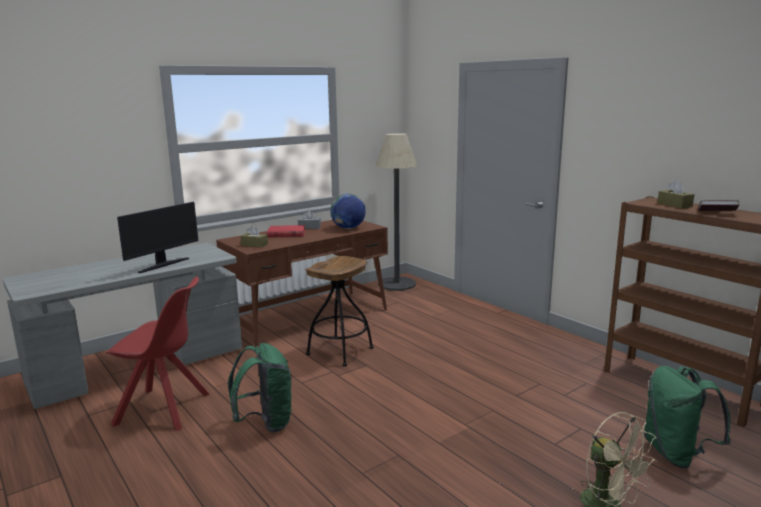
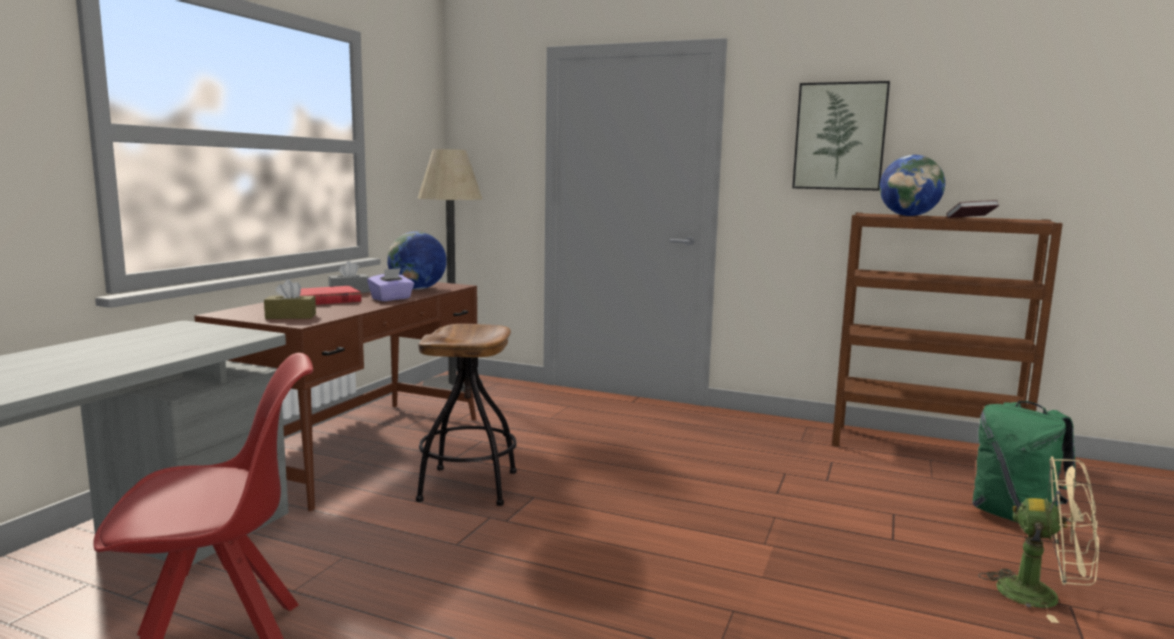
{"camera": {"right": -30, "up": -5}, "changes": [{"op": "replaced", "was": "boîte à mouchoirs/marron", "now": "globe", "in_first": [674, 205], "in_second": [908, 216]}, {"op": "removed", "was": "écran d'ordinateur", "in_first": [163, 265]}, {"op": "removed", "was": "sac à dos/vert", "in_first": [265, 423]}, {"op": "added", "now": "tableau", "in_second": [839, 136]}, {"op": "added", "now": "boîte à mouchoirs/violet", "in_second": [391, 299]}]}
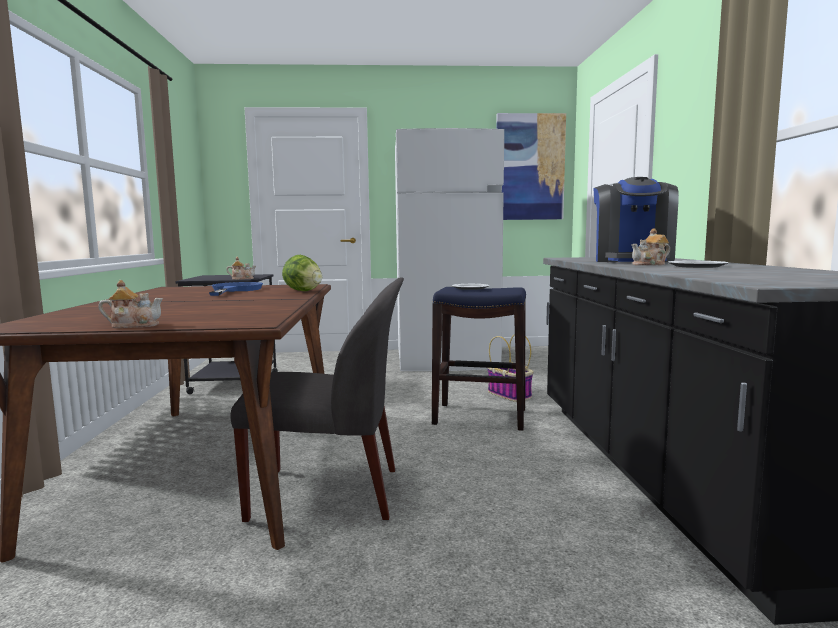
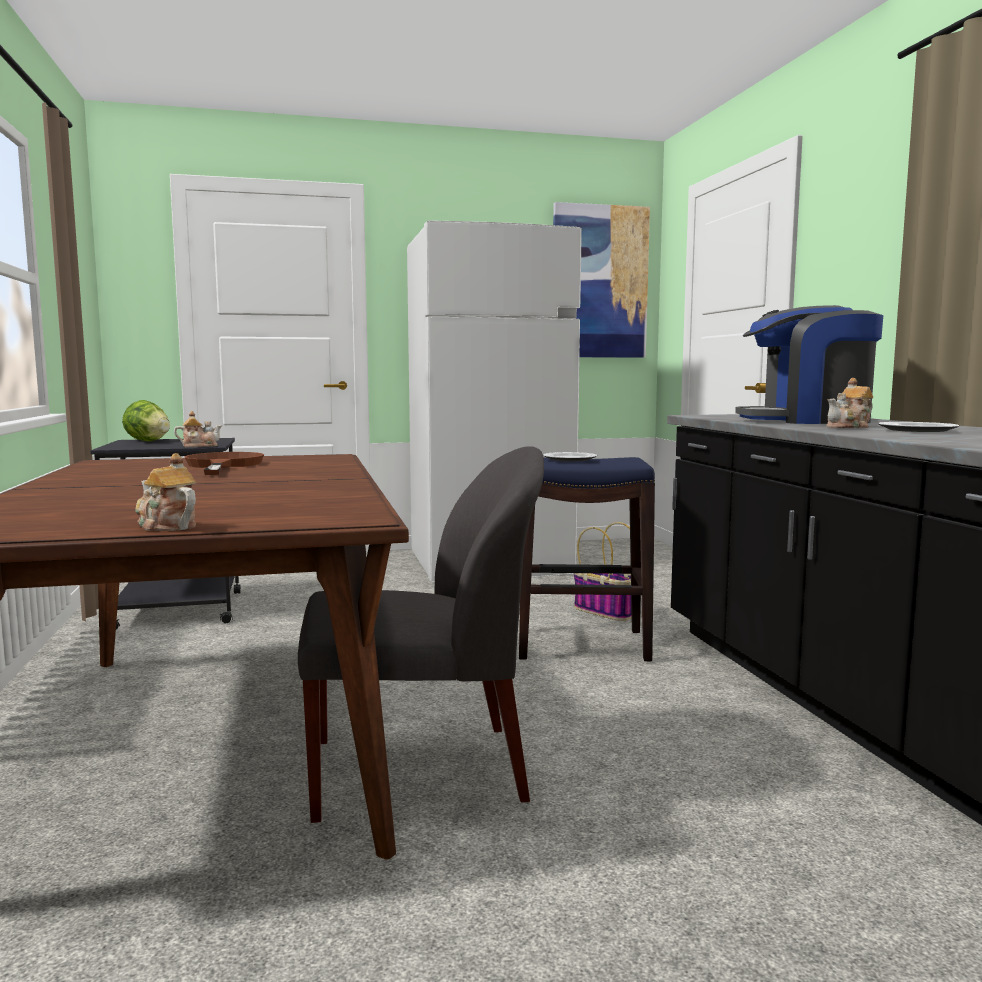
{"camera": {"right": -10, "up": 0}, "changes": [{"op": "turned", "was": "machine à café", "in_first": [632, 260], "in_second": [806, 420], "clockwise": 90}, {"op": "moved", "was": "laitue", "in_first": [303, 291], "in_second": [148, 441]}, {"op": "turned", "was": "théière", "in_first": [134, 325], "in_second": [166, 526], "clockwise": -120}, {"op": "recoloured", "was": "poêle/bleu", "now": "poêle/marron", "in_first": [234, 290], "in_second": [223, 465]}]}
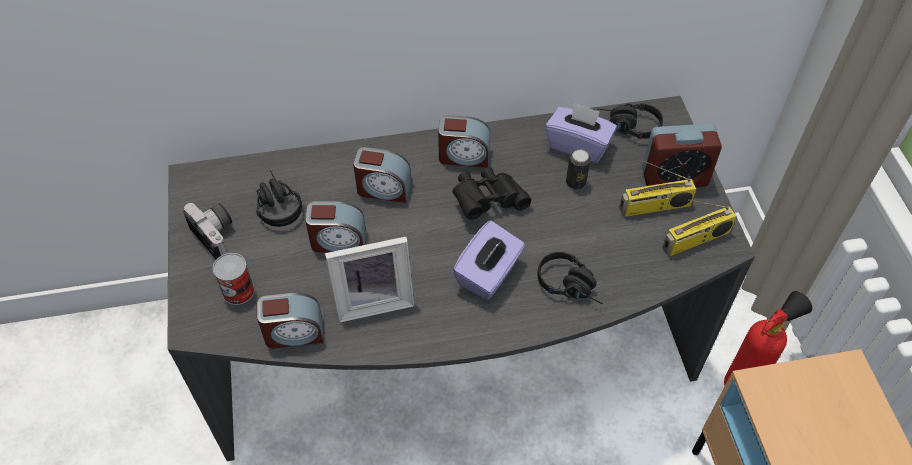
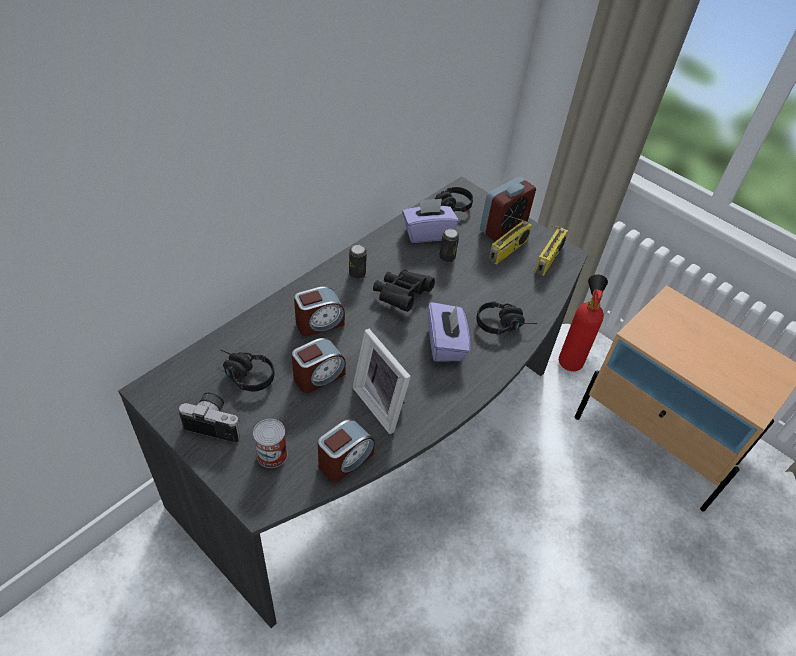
{"camera": {"right": -40, "up": -5}, "changes": [{"op": "replaced", "was": "réveil", "now": "boîte métallique", "in_first": [464, 156], "in_second": [357, 274]}, {"op": "turned", "was": "cadre photo", "in_first": [373, 300], "in_second": [383, 404], "clockwise": 105}]}
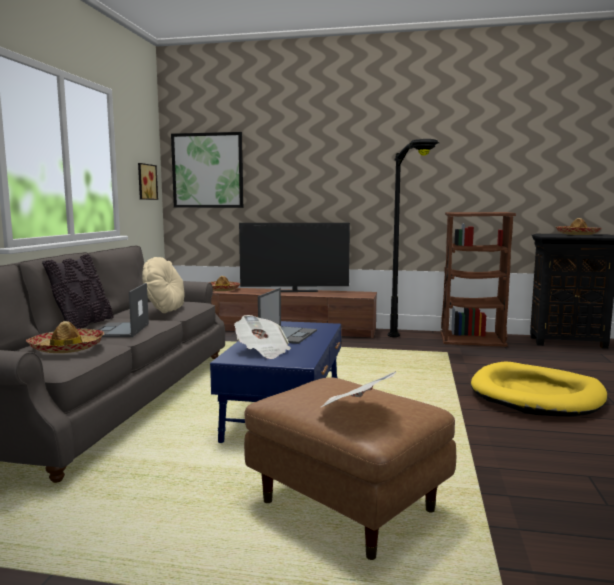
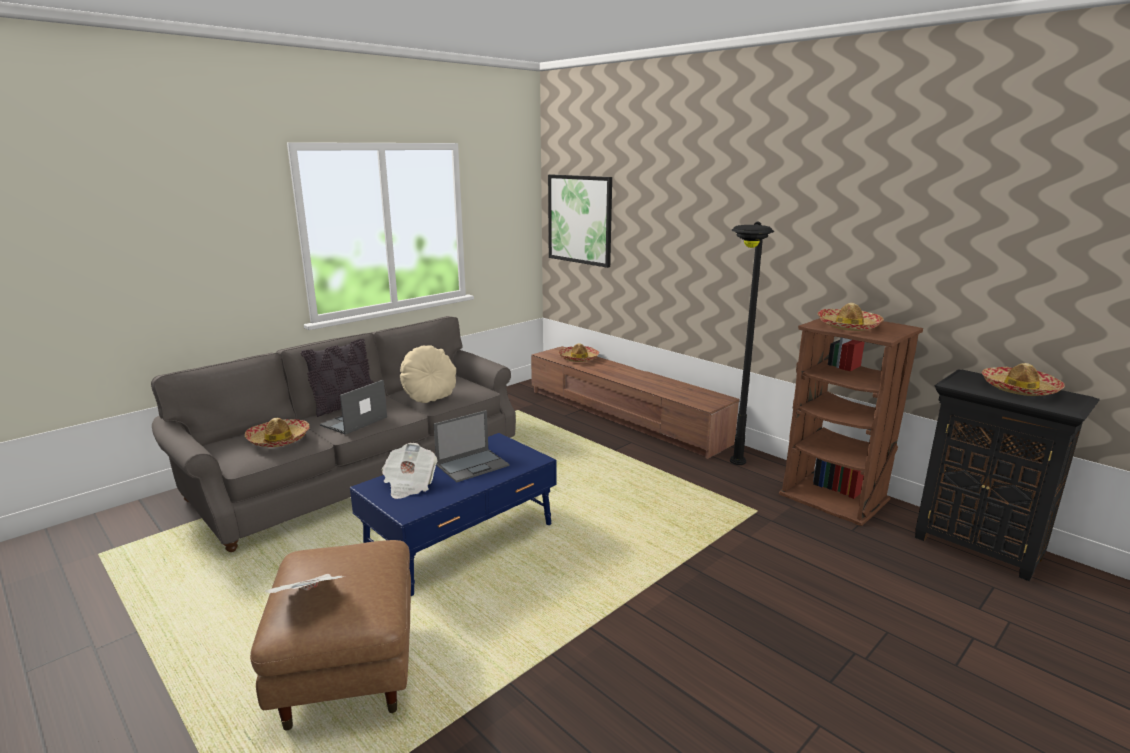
{"camera": {"right": 35, "up": 10}, "changes": [{"op": "removed", "was": "tableau", "in_first": [146, 182]}, {"op": "removed", "was": "téléviseur", "in_first": [294, 291]}, {"op": "removed", "was": "panier pour chien/jaune", "in_first": [536, 395]}, {"op": "added", "now": "chapeau", "in_second": [848, 326]}]}
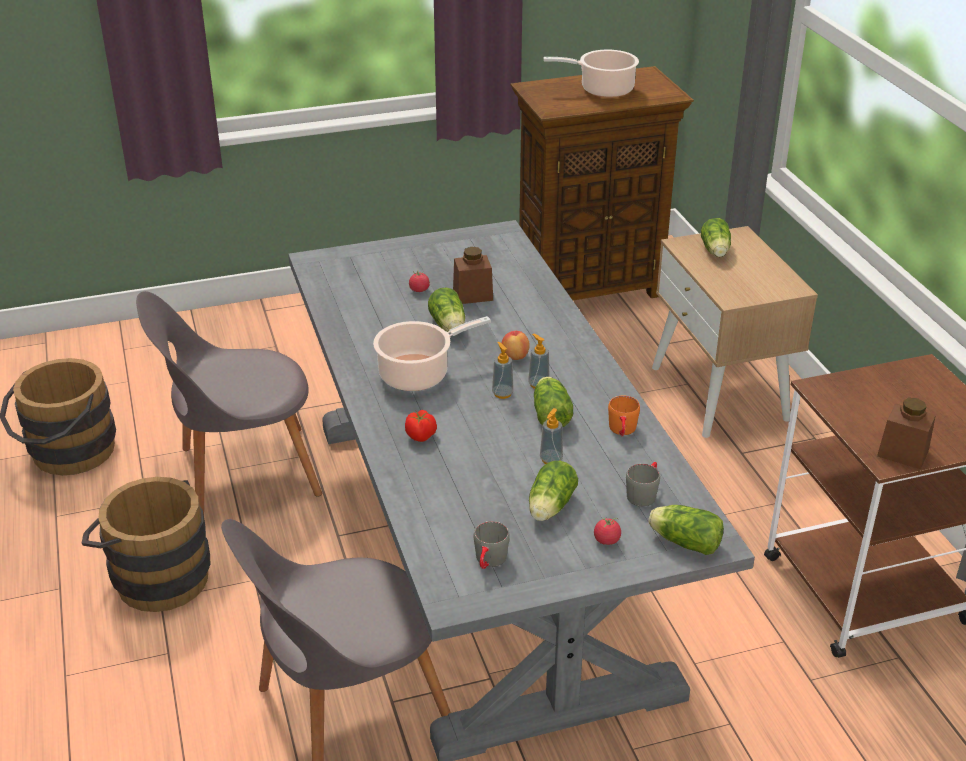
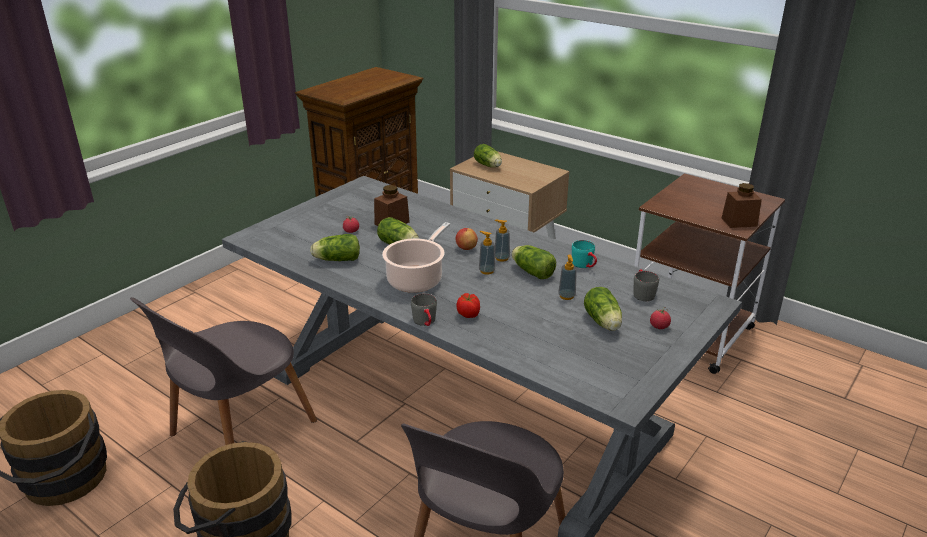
{"camera": {"right": -35, "up": -5}, "changes": [{"op": "removed", "was": "marmite", "in_first": [603, 90]}, {"op": "recoloured", "was": "mug/orange", "now": "mug/turquoise", "in_first": [622, 431], "in_second": [585, 265]}, {"op": "moved", "was": "laitue", "in_first": [683, 541], "in_second": [336, 260]}, {"op": "moved", "was": "mug/gris", "in_first": [489, 562], "in_second": [426, 322]}]}
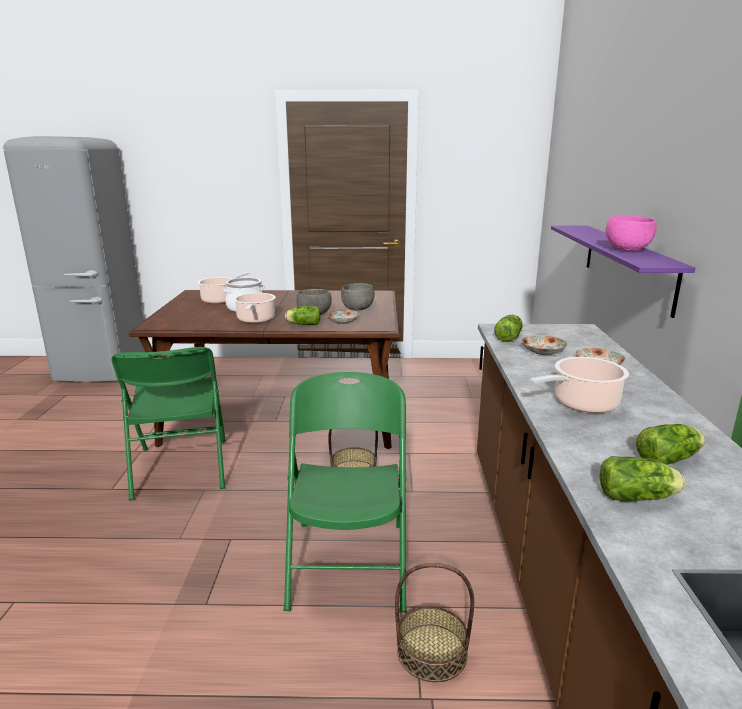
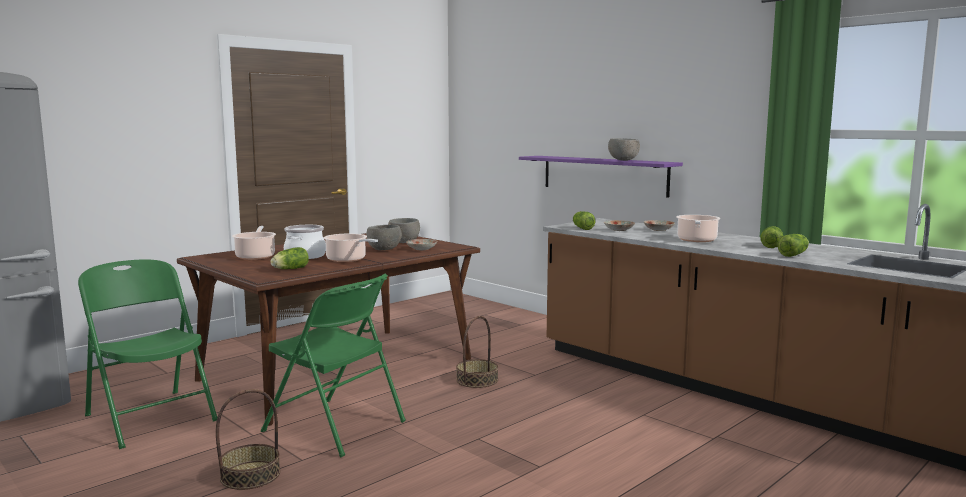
{"camera": {"right": -45, "up": -10}, "changes": [{"op": "recoloured", "was": "bol/rose", "now": "bol/gris", "in_first": [627, 250], "in_second": [623, 160]}, {"op": "moved", "was": "laitue", "in_first": [303, 324], "in_second": [289, 269]}, {"op": "moved", "was": "chaise/vert", "in_first": [349, 564], "in_second": [151, 418]}, {"op": "moved", "was": "panier", "in_first": [432, 651], "in_second": [250, 475]}]}
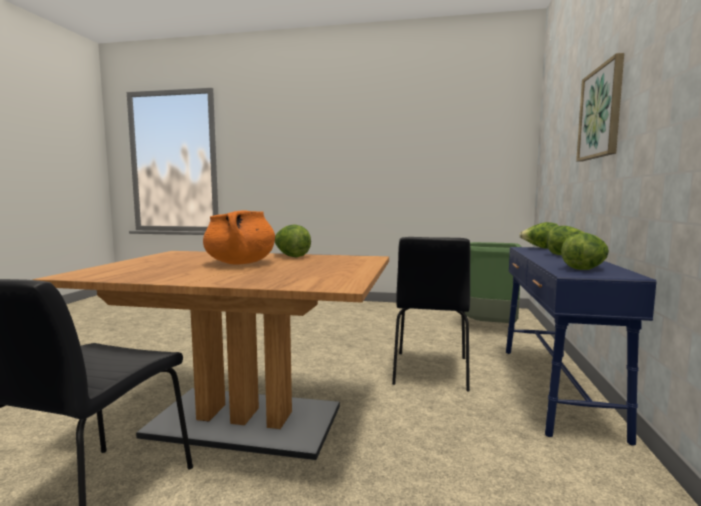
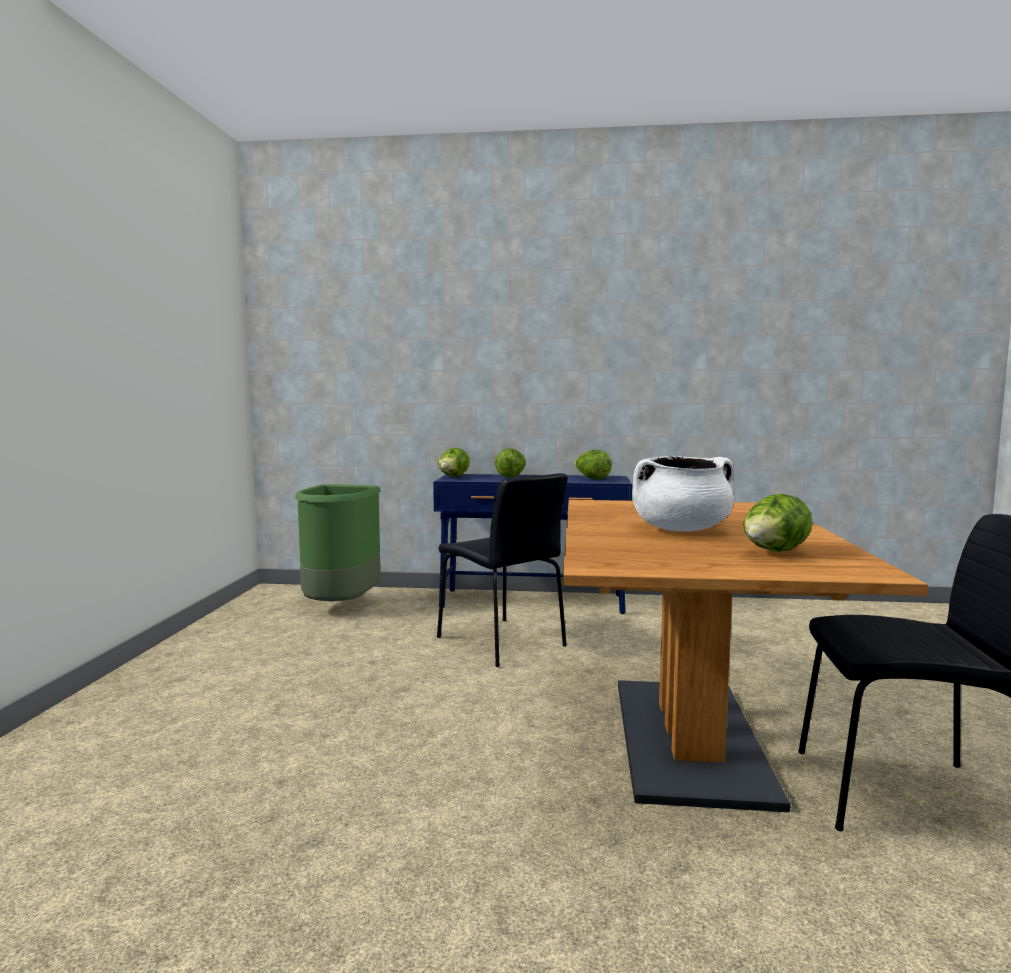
{"camera": {"right": -95, "up": 0}, "changes": [{"op": "removed", "was": "tableau", "in_first": [601, 113]}, {"op": "recoloured", "was": "marmite/orange", "now": "marmite/blanc", "in_first": [240, 263], "in_second": [681, 529]}, {"op": "moved", "was": "laitue", "in_first": [291, 256], "in_second": [774, 553]}, {"op": "turned", "was": "chaise/noir", "in_first": [431, 372], "in_second": [504, 643], "clockwise": 45}]}
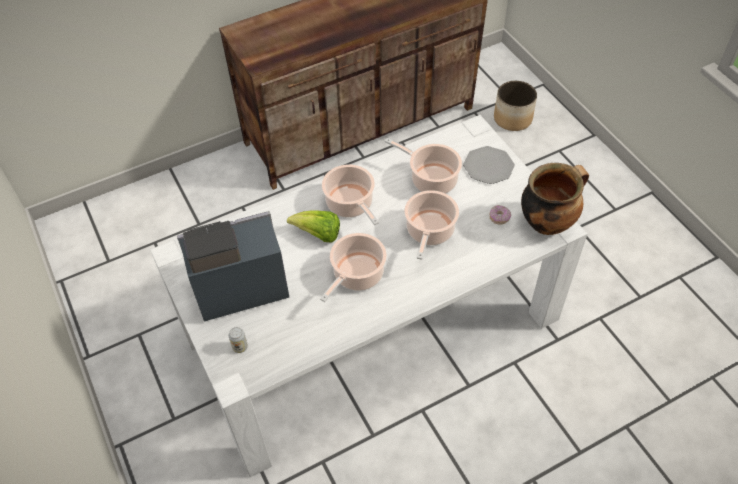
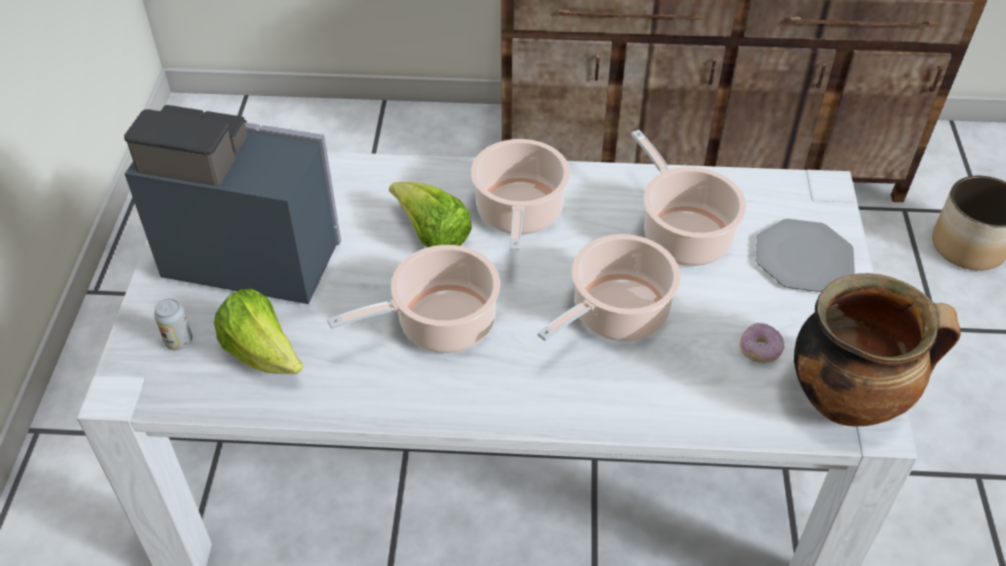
{"camera": {"right": 30, "up": -5}, "changes": [{"op": "added", "now": "laitue", "in_second": [263, 353]}]}
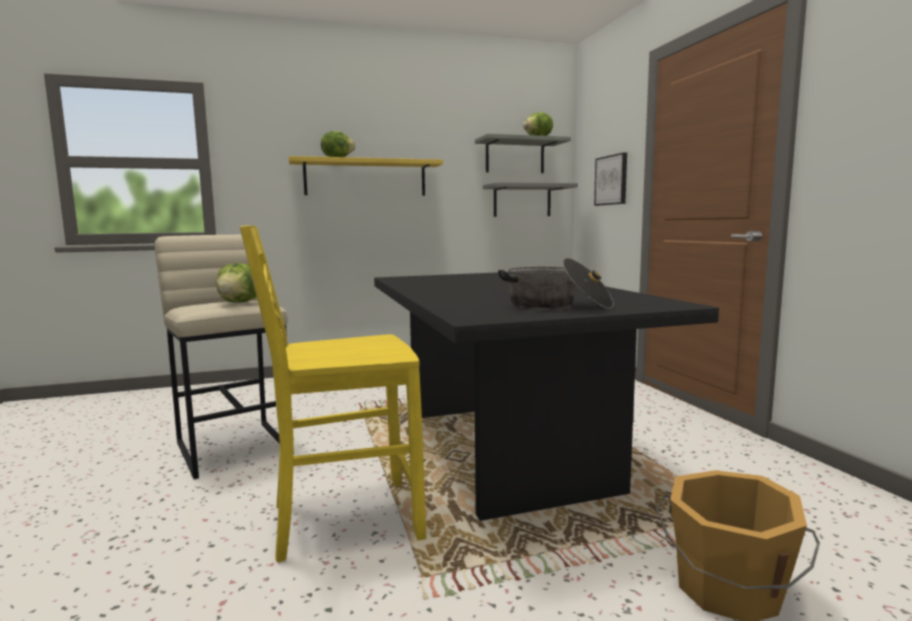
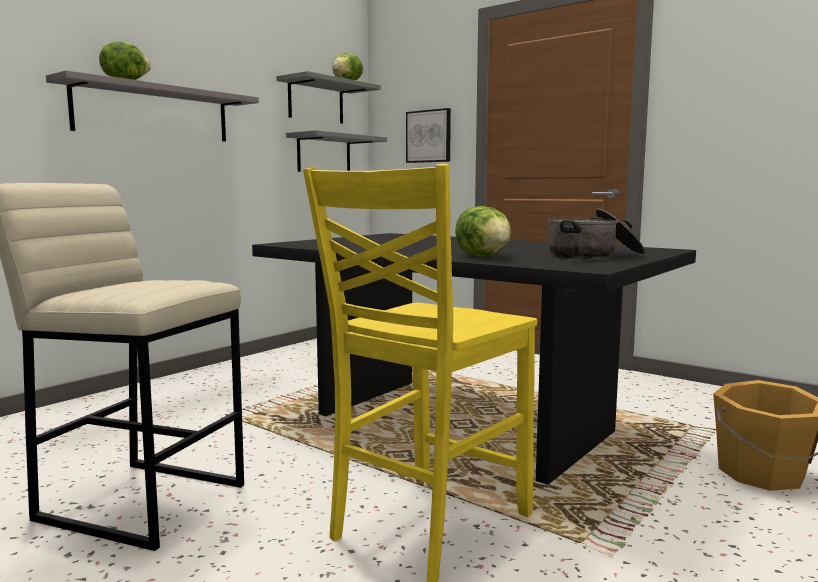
{"camera": {"right": -35, "up": 0}, "changes": [{"op": "recoloured", "was": "étagère/jaune", "now": "étagère/gris", "in_first": [365, 178], "in_second": [154, 113]}, {"op": "moved", "was": "laitue", "in_first": [240, 302], "in_second": [484, 256]}]}
